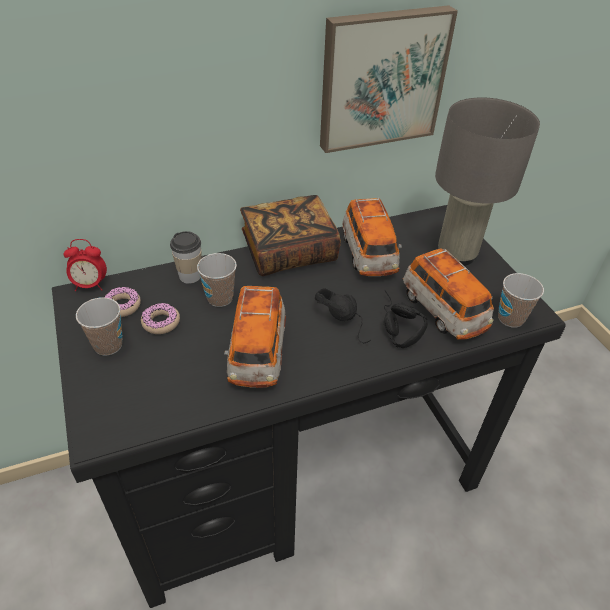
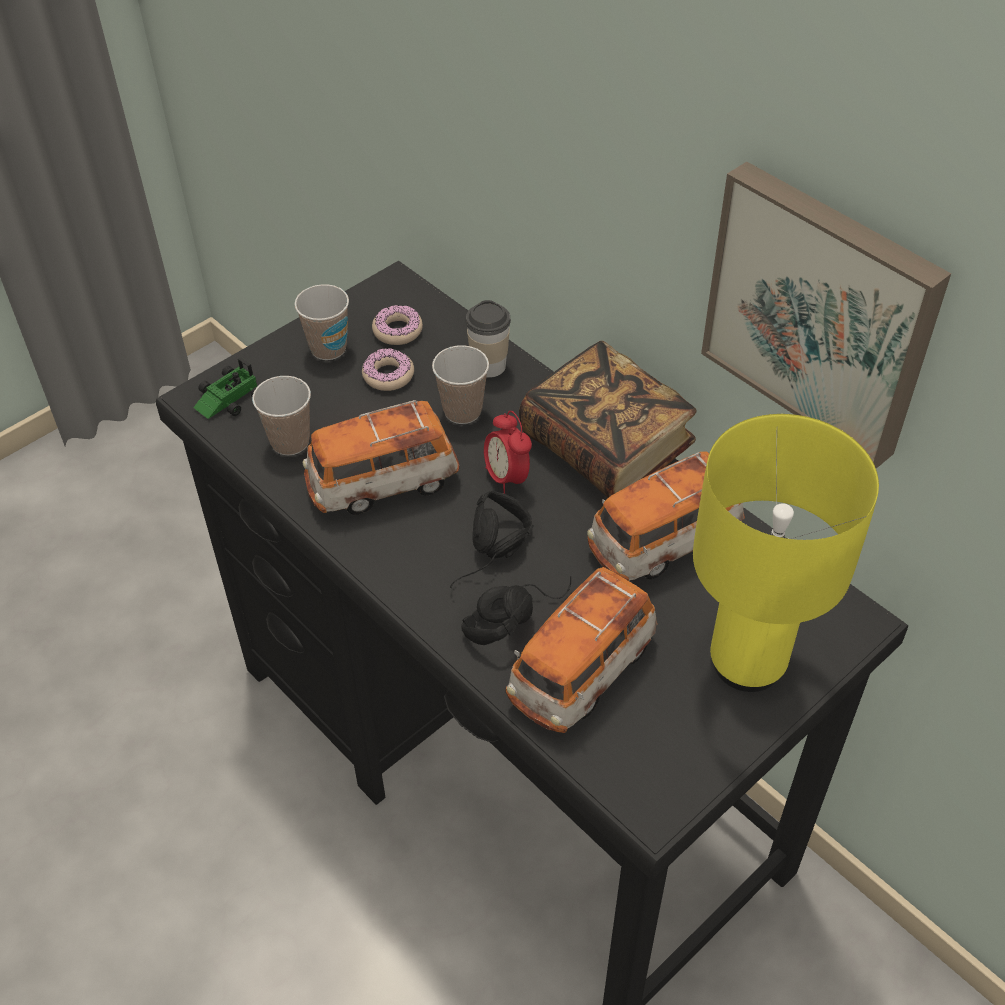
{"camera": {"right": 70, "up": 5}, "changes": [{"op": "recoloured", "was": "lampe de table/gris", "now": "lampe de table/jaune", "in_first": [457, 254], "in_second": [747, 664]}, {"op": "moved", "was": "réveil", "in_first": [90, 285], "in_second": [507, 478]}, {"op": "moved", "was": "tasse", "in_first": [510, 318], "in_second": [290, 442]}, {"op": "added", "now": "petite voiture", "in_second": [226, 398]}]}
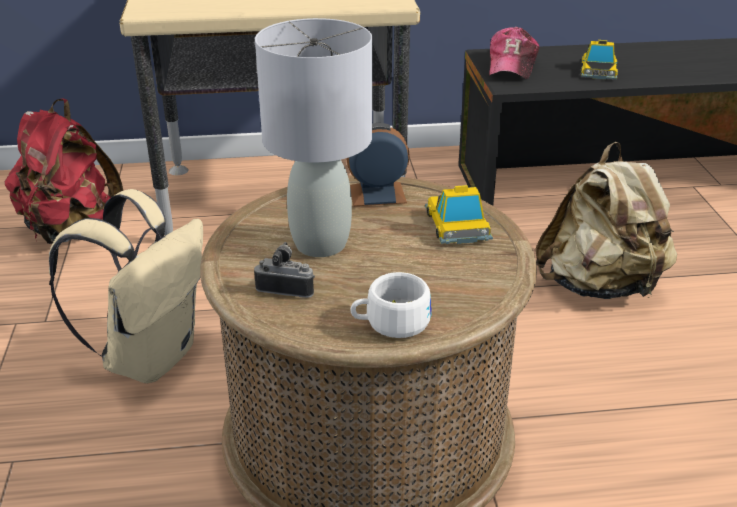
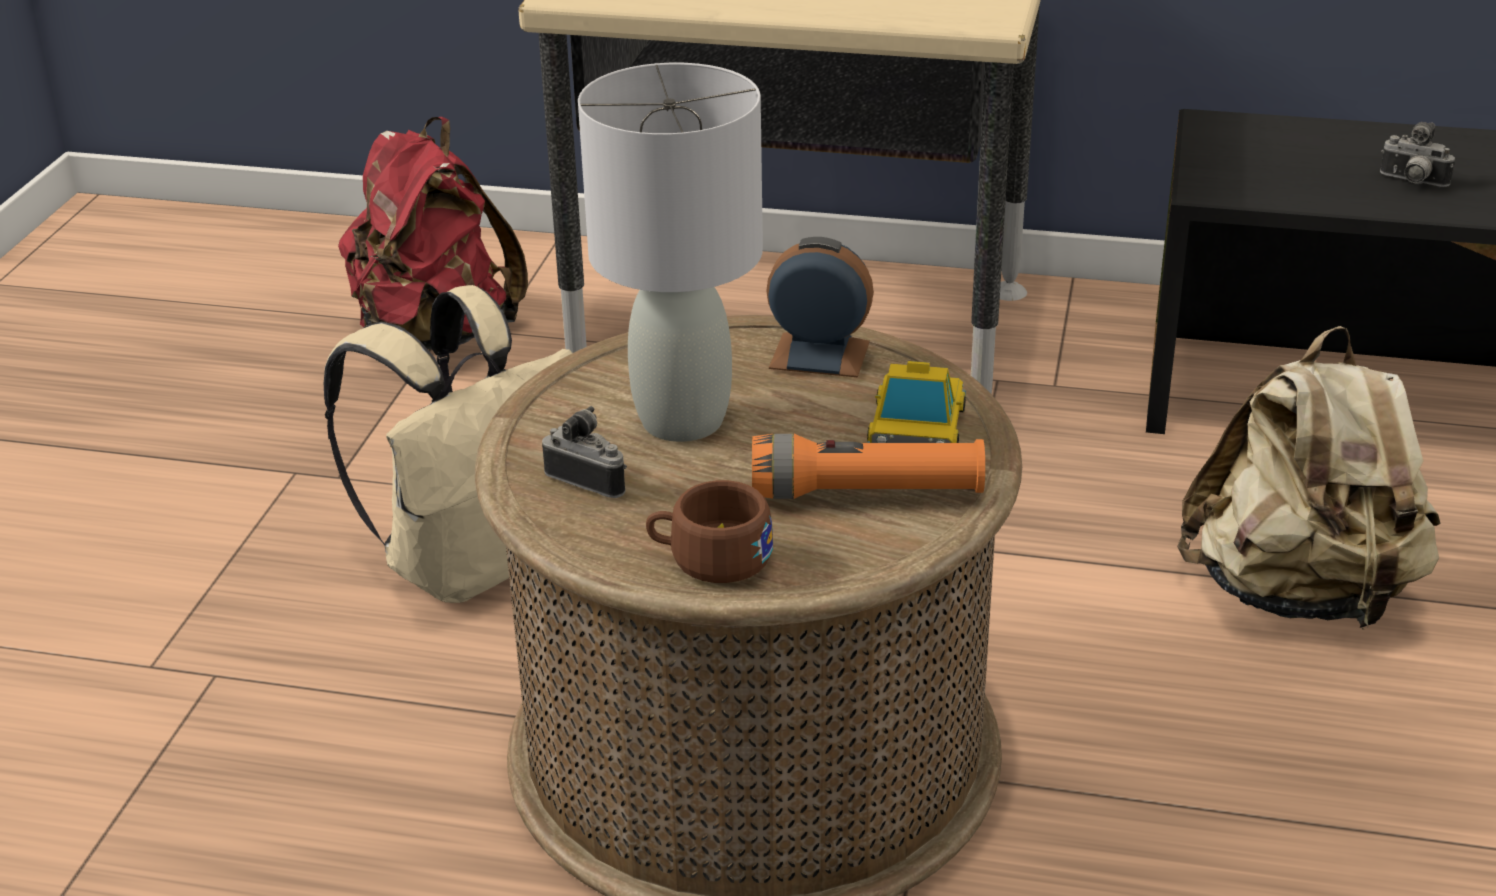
{"camera": {"right": 20, "up": 0}, "changes": [{"op": "removed", "was": "casquette", "in_first": [512, 65]}, {"op": "replaced", "was": "petite voiture", "now": "appareil photo", "in_first": [598, 70], "in_second": [1412, 182]}, {"op": "recoloured", "was": "tasse/blanc", "now": "tasse/marron", "in_first": [390, 323], "in_second": [709, 558]}, {"op": "added", "now": "lampe de poche/orange", "in_second": [867, 493]}]}
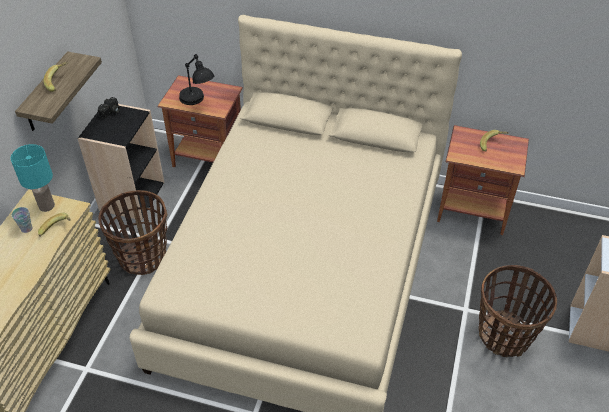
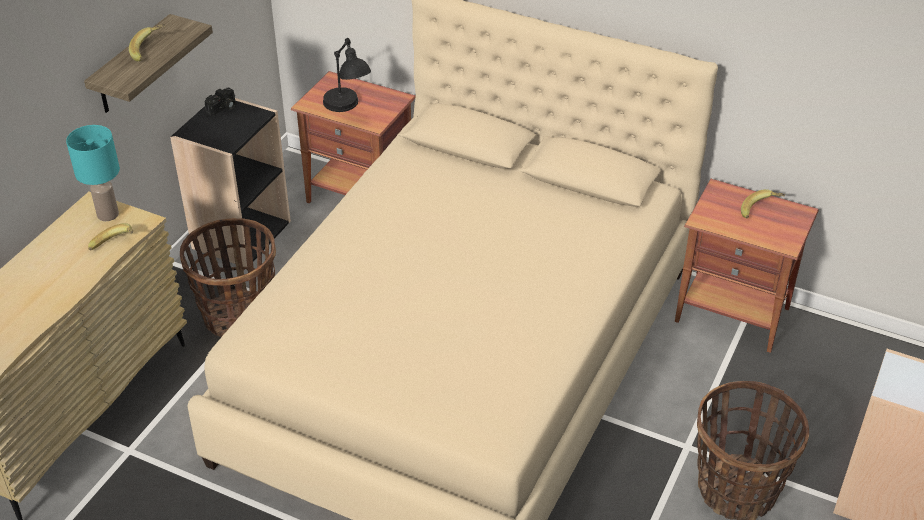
{"camera": {"right": 10, "up": -5}, "changes": [{"op": "removed", "was": "tasse", "in_first": [26, 228]}]}
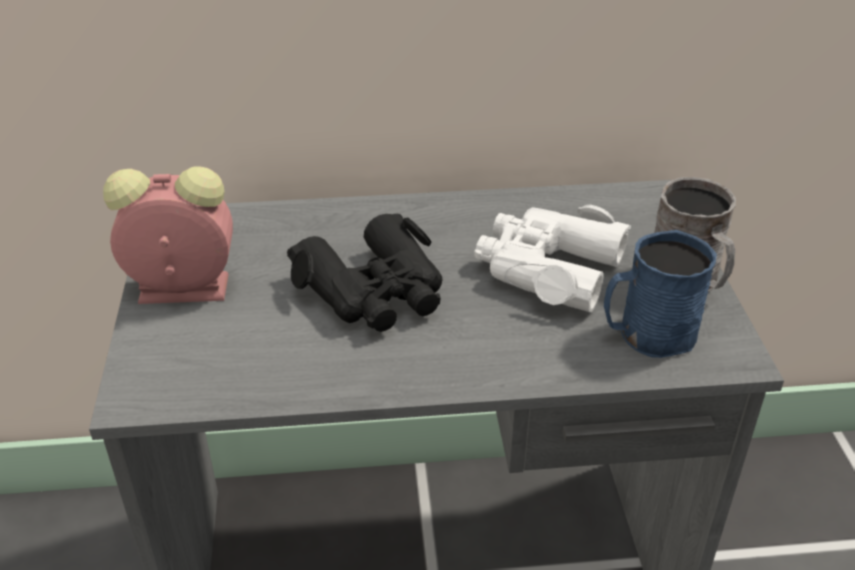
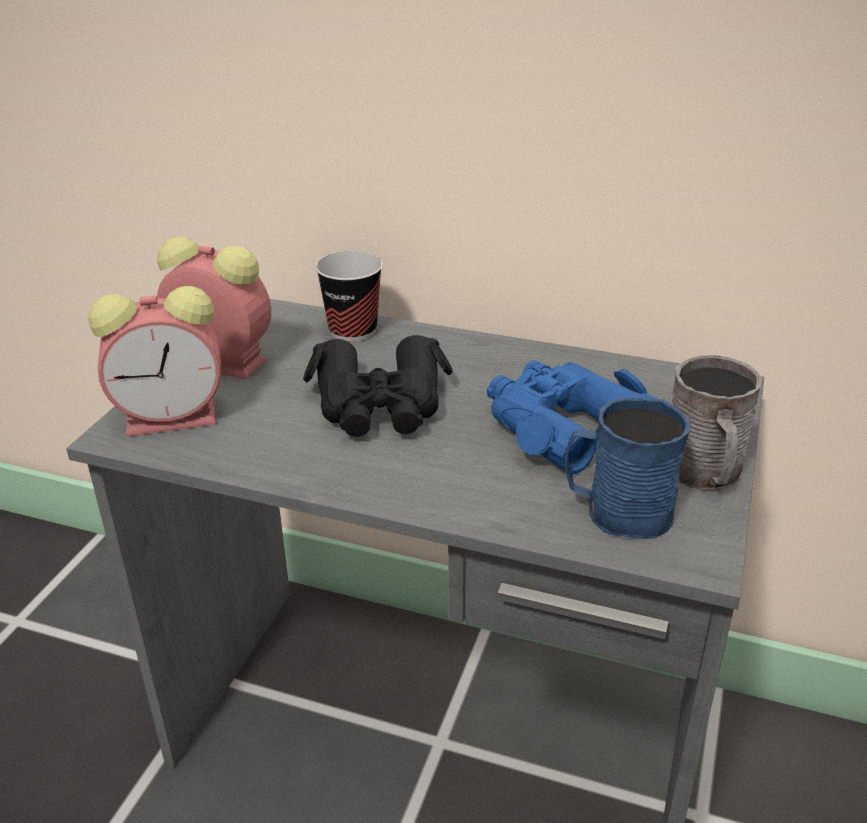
{"camera": {"right": 25, "up": -5}, "changes": [{"op": "recoloured", "was": "jumelles/blanc", "now": "jumelles/bleu", "in_first": [547, 268], "in_second": [561, 425]}, {"op": "added", "now": "tasse", "in_second": [353, 331]}, {"op": "added", "now": "réveil", "in_second": [175, 417]}]}
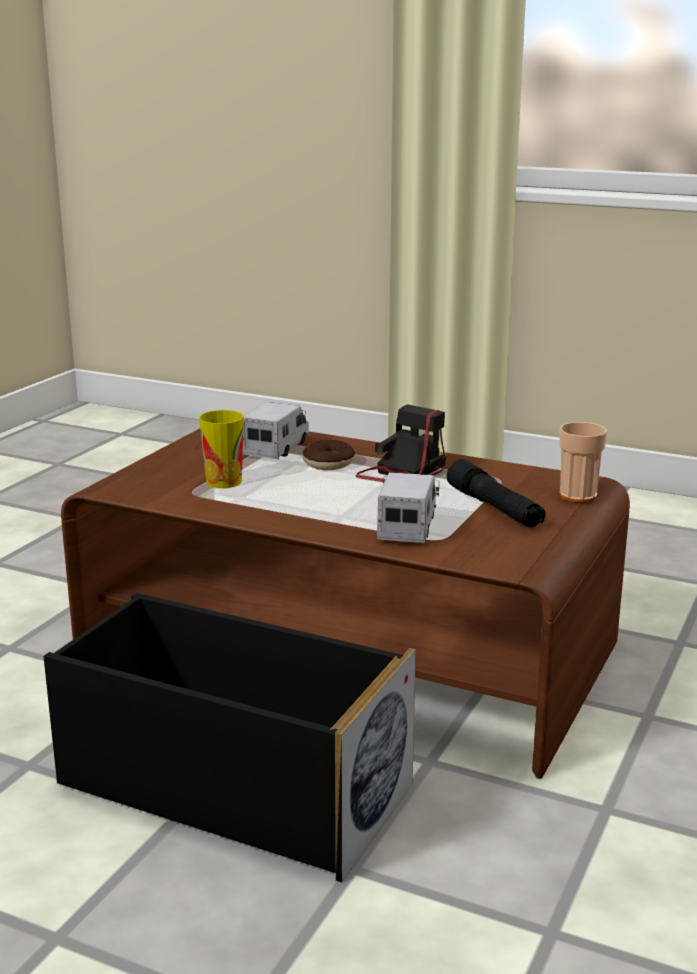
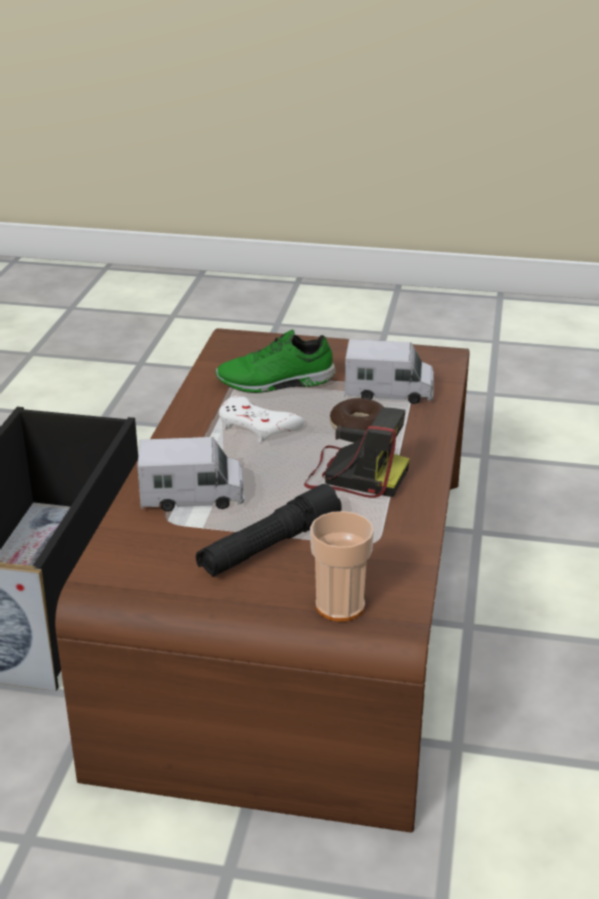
{"camera": {"right": 75, "up": 10}, "changes": [{"op": "replaced", "was": "tasse", "now": "chaussure/vert", "in_first": [224, 482], "in_second": [275, 383]}, {"op": "added", "now": "manette/blanc", "in_second": [257, 426]}]}
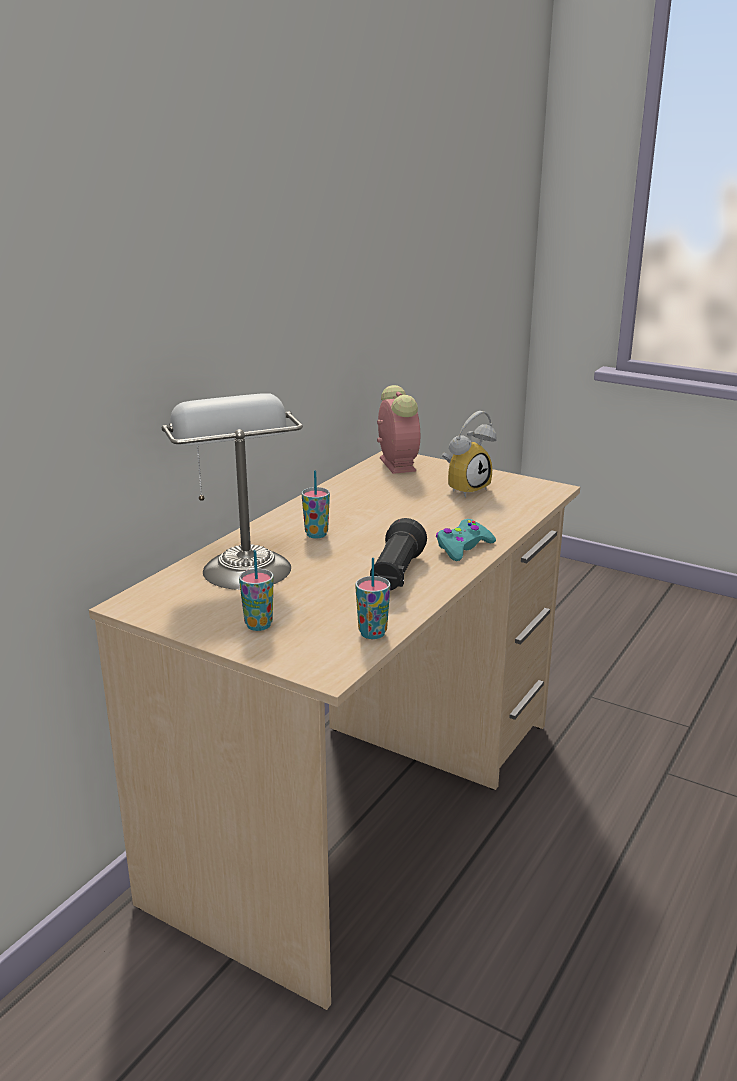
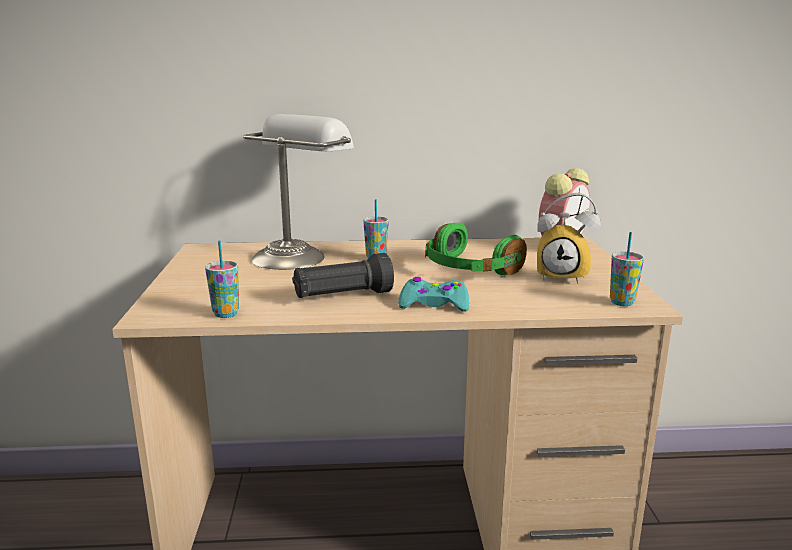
{"camera": {"right": 55, "up": -5}, "changes": [{"op": "moved", "was": "tasse", "in_first": [258, 625], "in_second": [622, 302]}, {"op": "added", "now": "casque audio/vert", "in_second": [469, 270]}]}
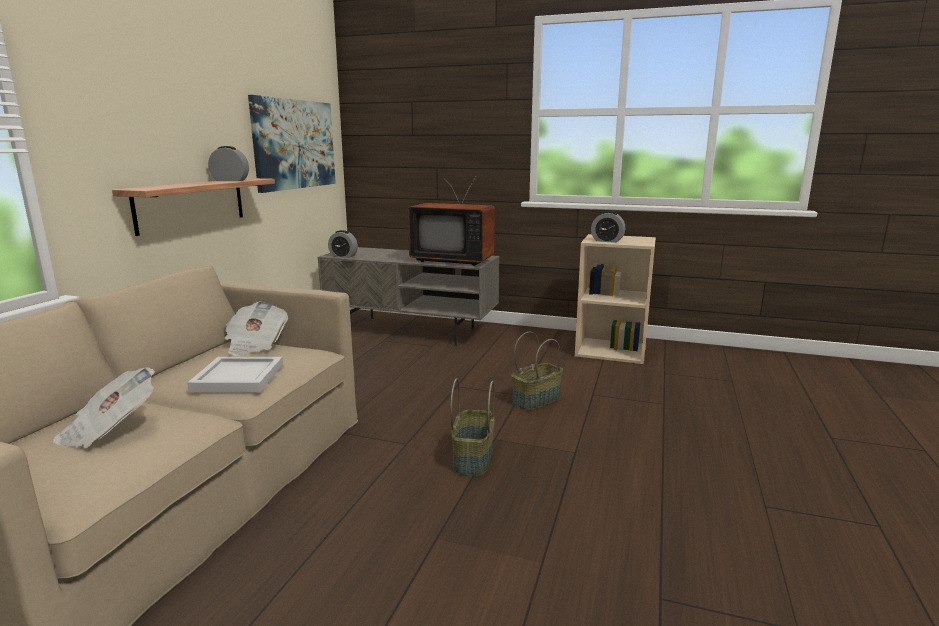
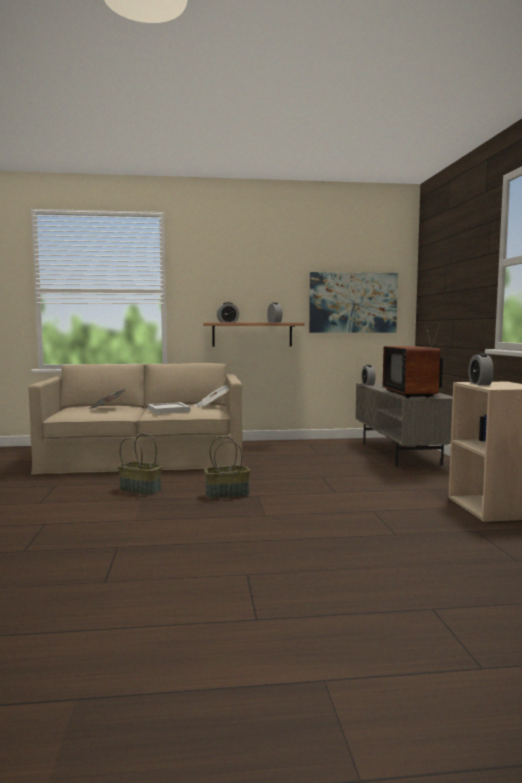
{"camera": {"right": 65, "up": -10}, "changes": [{"op": "moved", "was": "panier", "in_first": [536, 400], "in_second": [141, 490]}, {"op": "added", "now": "réveil", "in_second": [228, 322]}]}
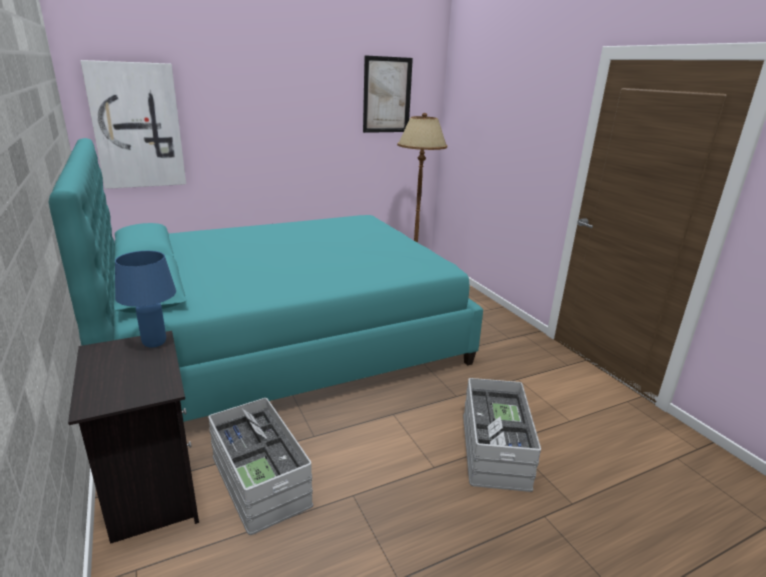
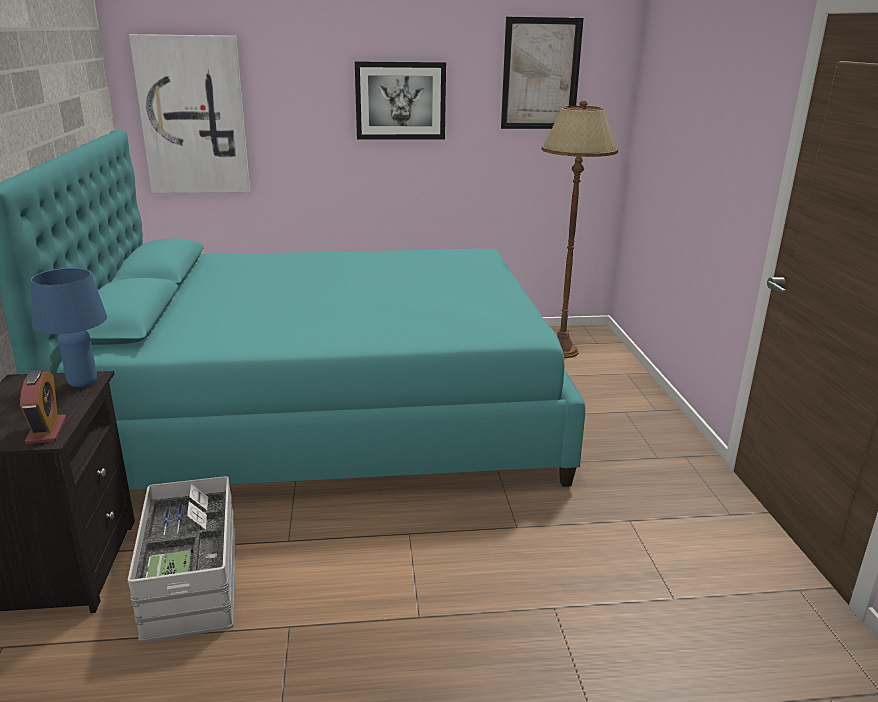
{"camera": {"right": 20, "up": 0}, "changes": [{"op": "removed", "was": "boîte de rangement/gris", "in_first": [496, 449]}, {"op": "added", "now": "tableau", "in_second": [400, 101]}, {"op": "added", "now": "réveil", "in_second": [46, 431]}]}
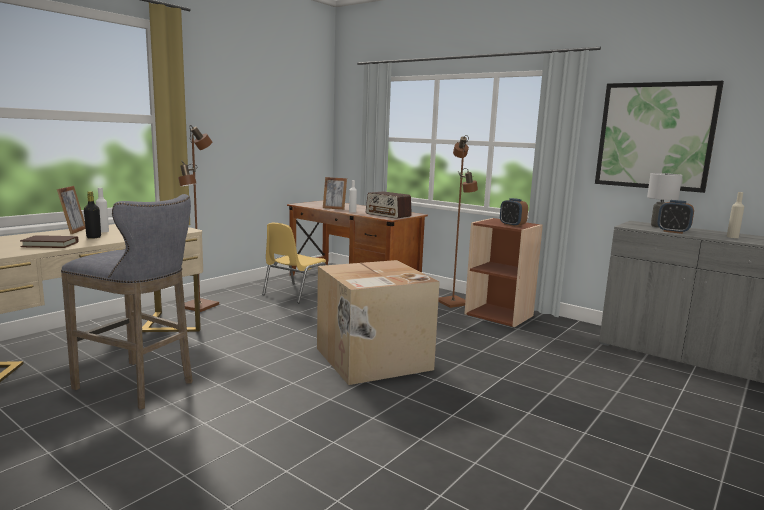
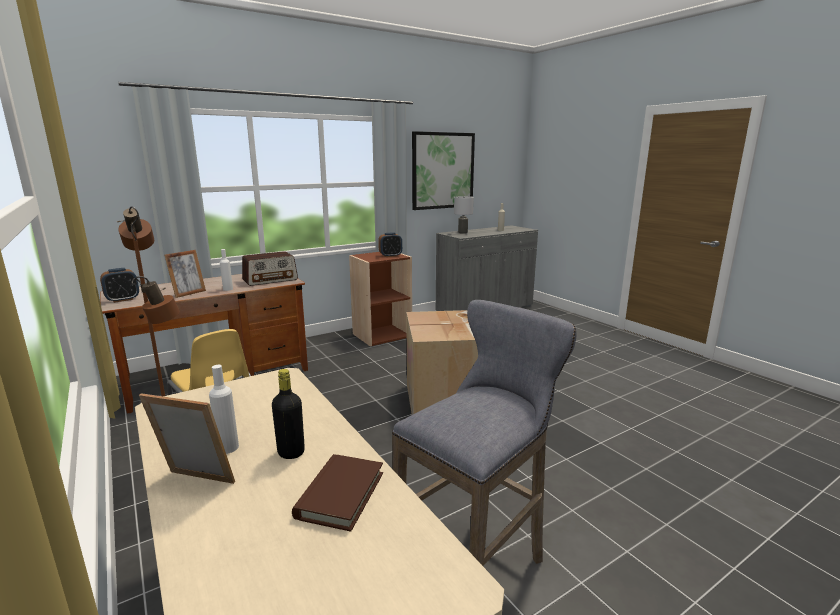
{"camera": {"right": -70, "up": 5}, "changes": [{"op": "removed", "was": "lampadaire/marron", "in_first": [452, 302]}, {"op": "moved", "was": "réveil", "in_first": [673, 231], "in_second": [123, 299]}]}
